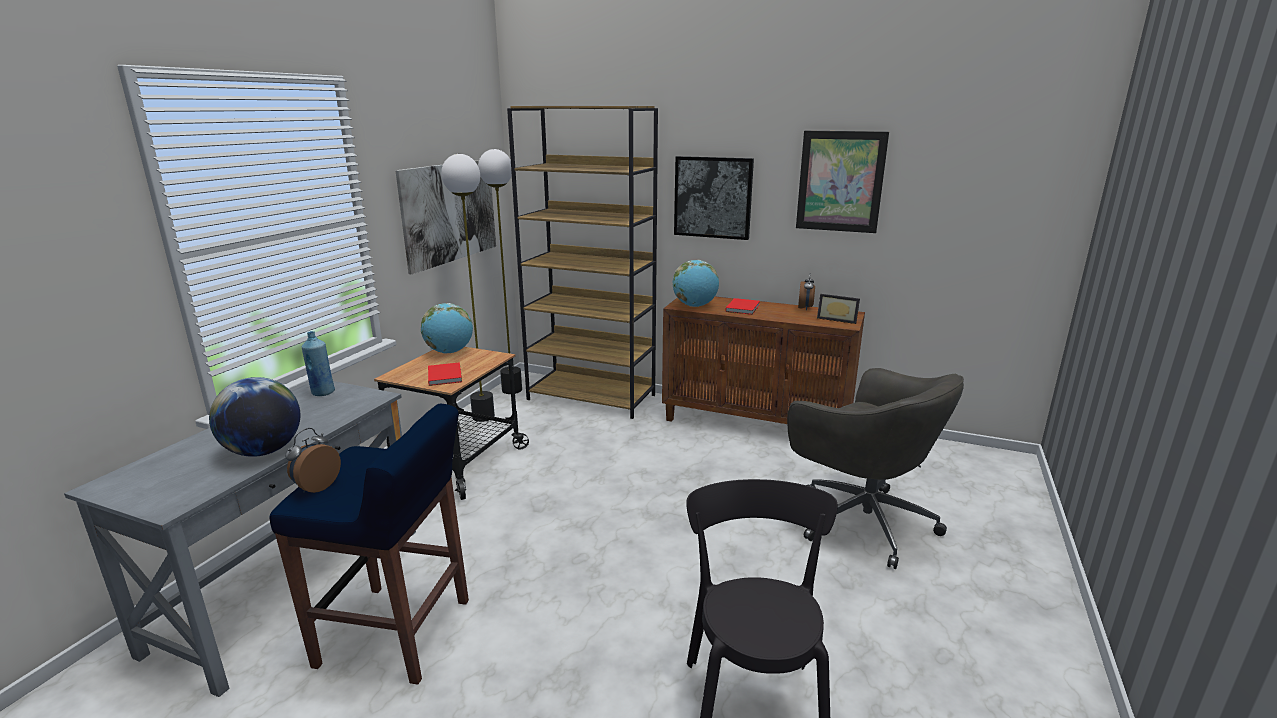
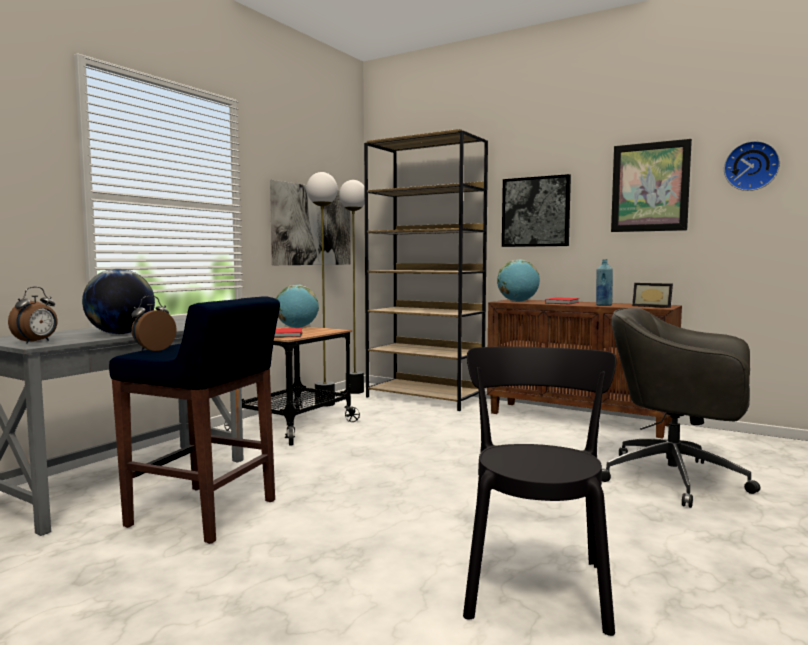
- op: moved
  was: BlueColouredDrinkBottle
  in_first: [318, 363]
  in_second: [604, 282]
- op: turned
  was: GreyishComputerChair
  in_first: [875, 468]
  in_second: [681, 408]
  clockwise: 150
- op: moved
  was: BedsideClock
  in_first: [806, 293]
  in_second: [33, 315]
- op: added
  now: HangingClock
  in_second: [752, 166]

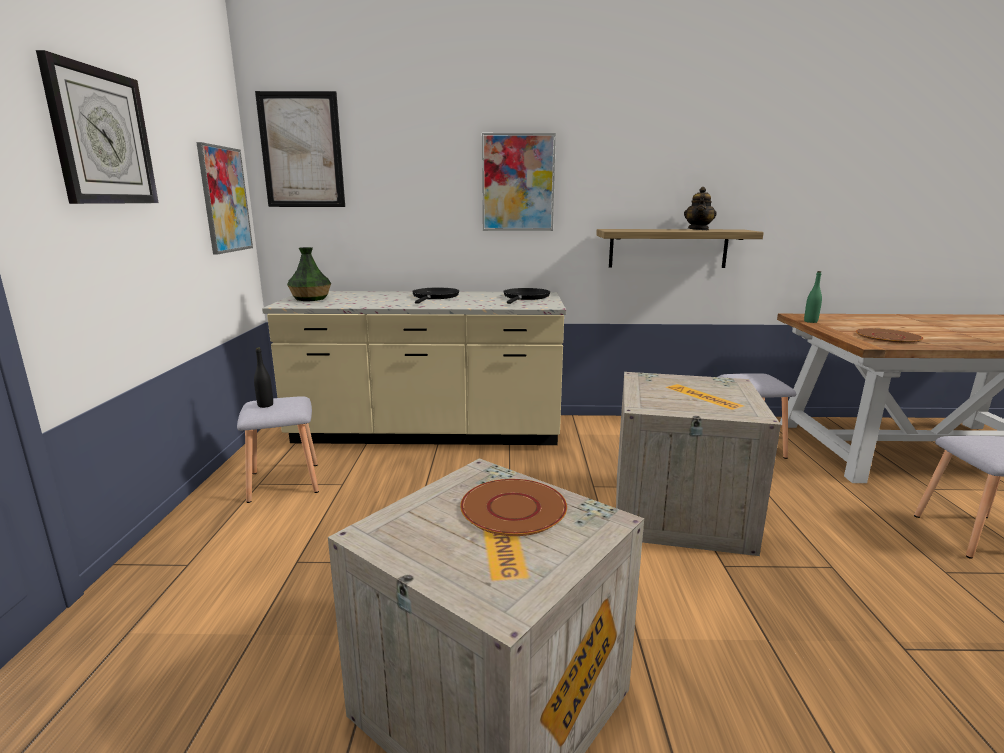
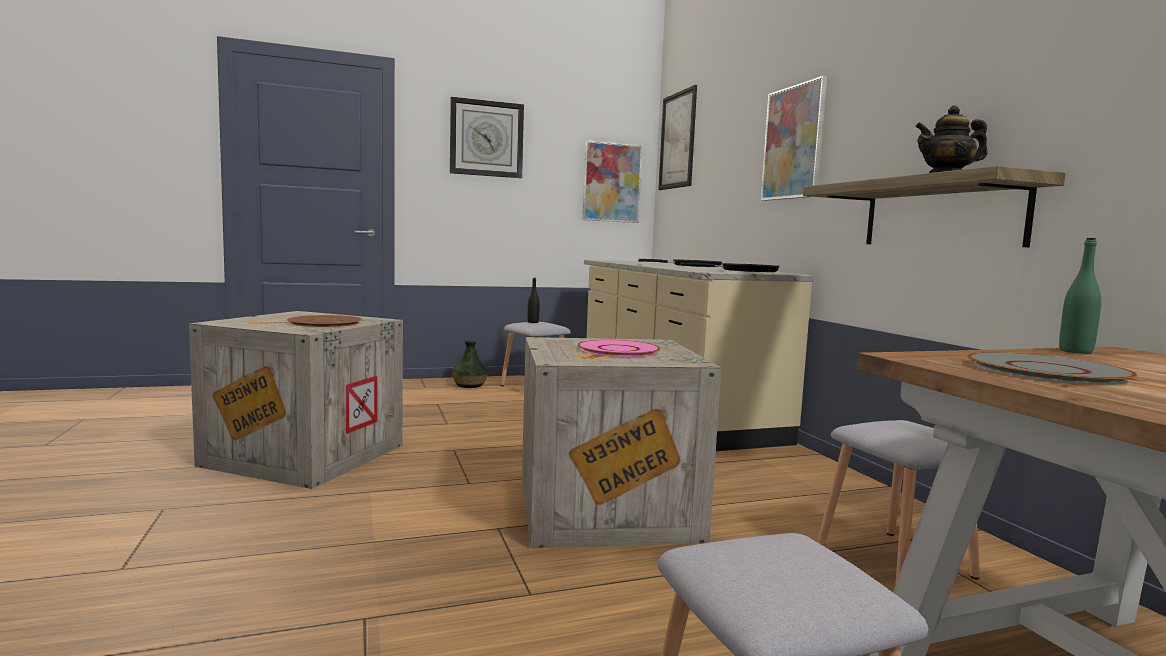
- op: moved
  was: Vase
  in_first: [309, 274]
  in_second: [470, 364]
- op: recoloured
  was: BrownFlatDish
  now: GreyishFlatDish
  in_first: [889, 335]
  in_second: [1052, 368]
- op: added
  now: PinkFlatDish
  in_second: [618, 348]

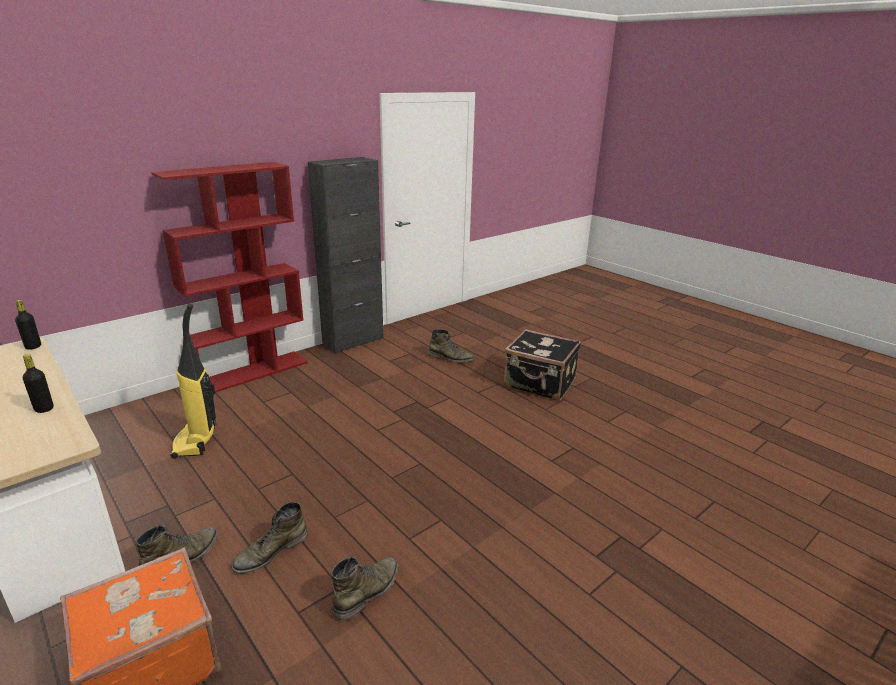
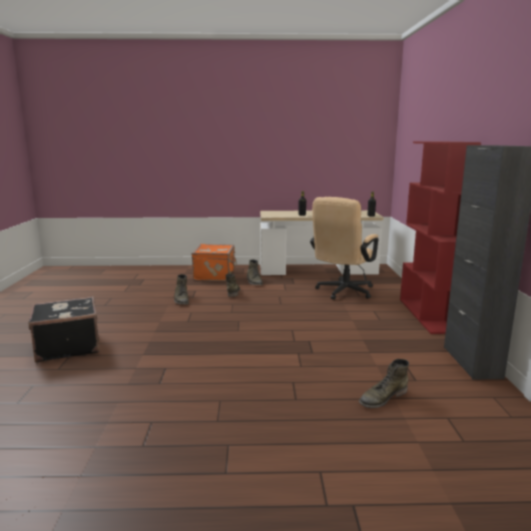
- op: replaced
  was: Vacuum
  now: BeigeColouredComputerChair
  in_first: [193, 381]
  in_second: [344, 248]
- op: moved
  was: BlackColouredPieceOfLuggage
  in_first: [542, 364]
  in_second: [64, 329]

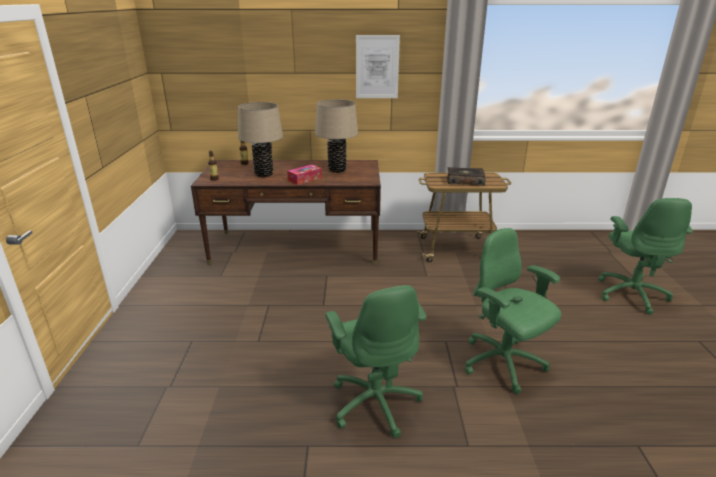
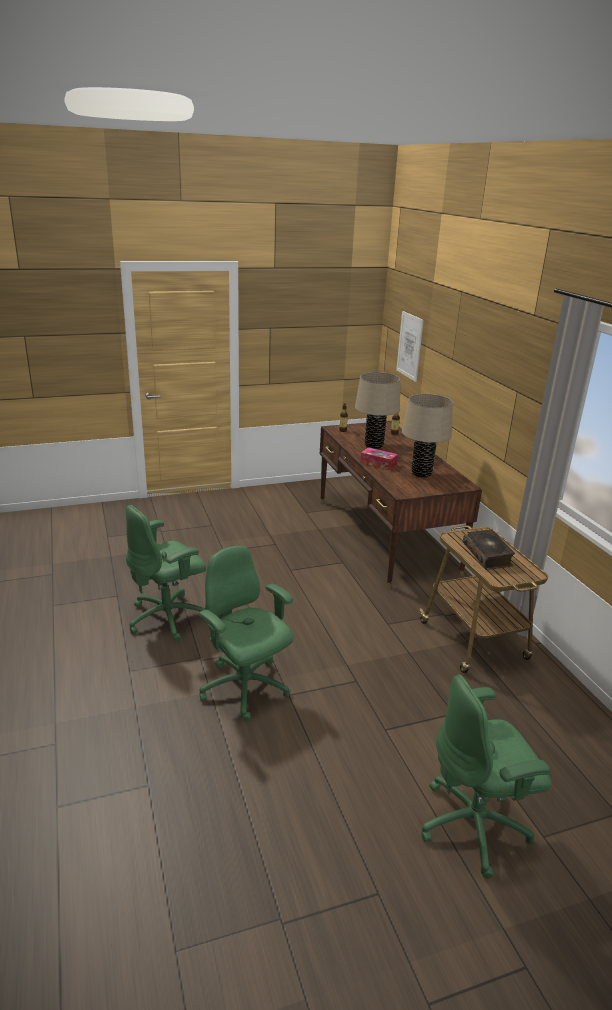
- op: moved
  was: Picture
  in_first: [378, 66]
  in_second: [410, 346]
- op: turned
  was: GreenColouredComputerChair
  in_first: [513, 311]
  in_second: [246, 633]
  clockwise: -75

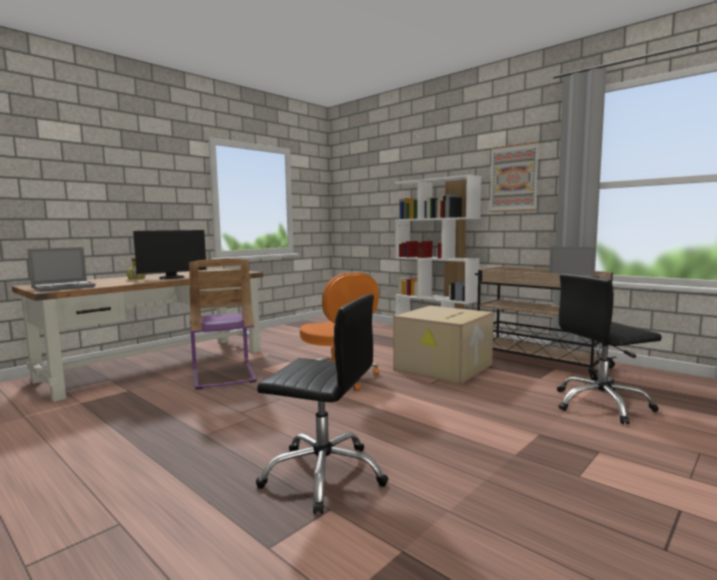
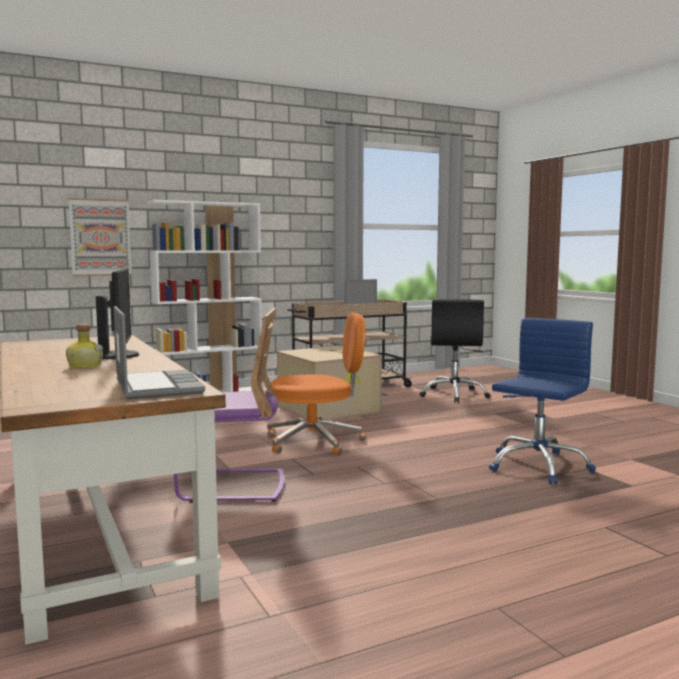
- op: recoloured
  was: BlackColouredComputerChair
  now: BlueColouredComputerChair
  in_first: [322, 404]
  in_second: [542, 401]
- op: moved
  was: Picture
  in_first: [514, 177]
  in_second: [100, 237]

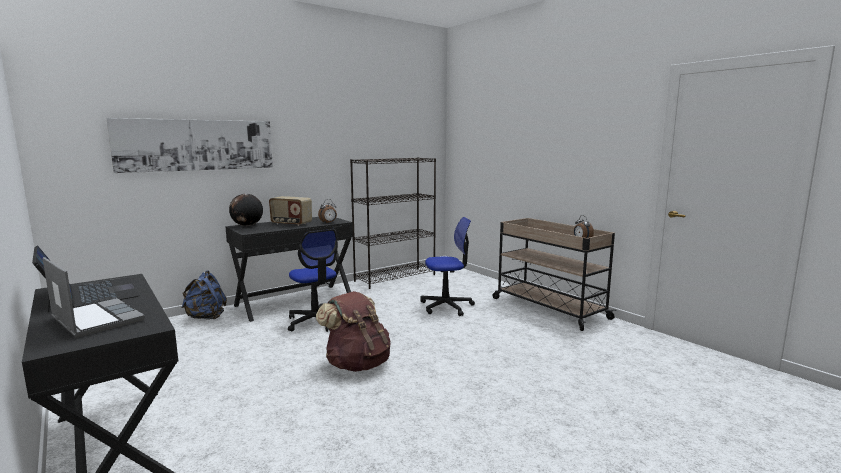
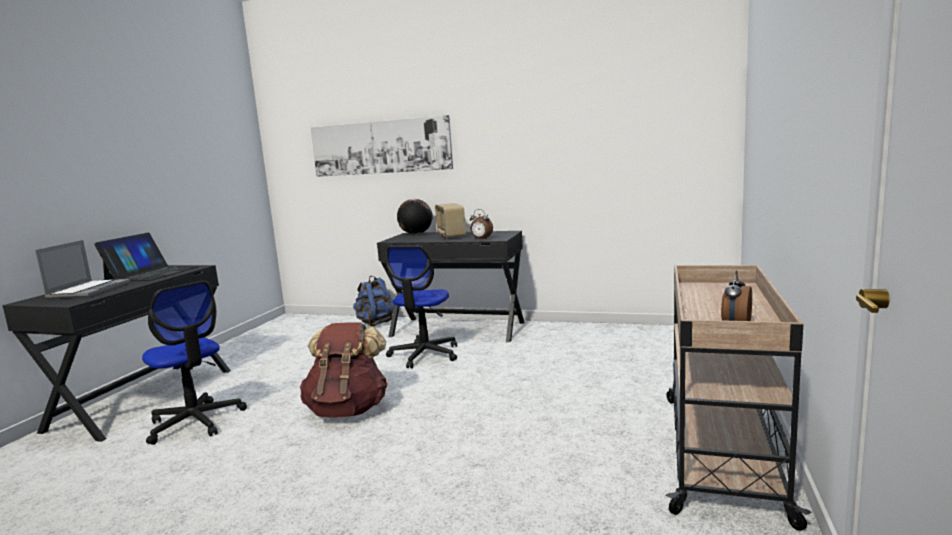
- op: removed
  was: BlackColouredBookcase
  in_first: [393, 223]
- op: moved
  was: ComputerChair
  in_first: [447, 266]
  in_second: [194, 363]

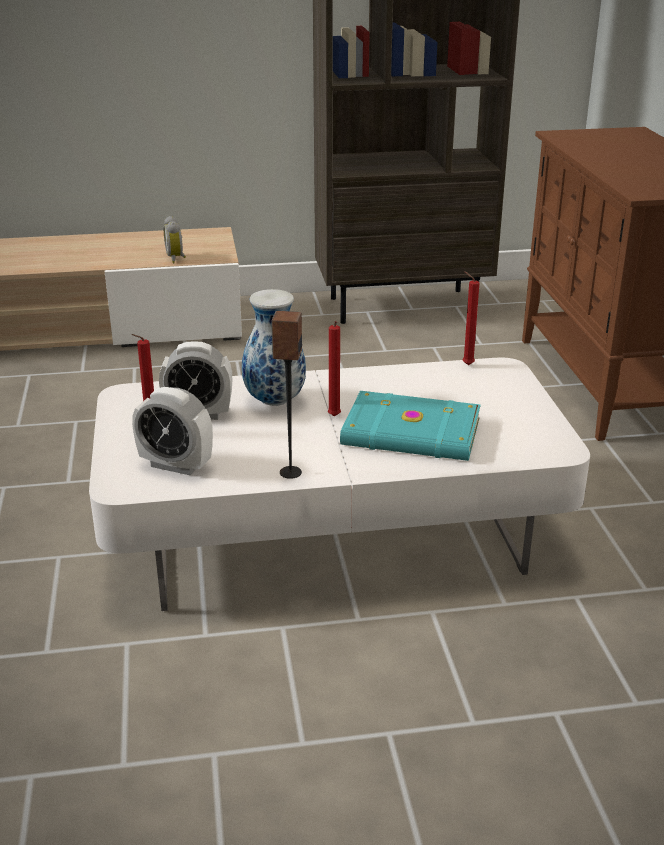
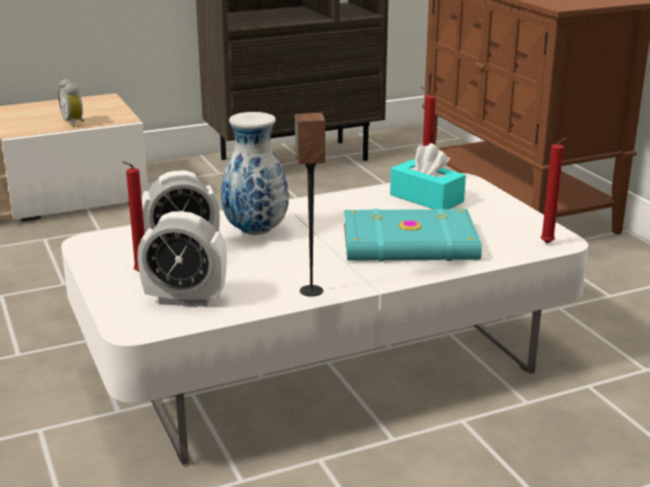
- op: moved
  was: RedColouredWaxLight
  in_first: [334, 368]
  in_second: [553, 191]
- op: added
  now: BlueGreenTissueBox
  in_second: [428, 176]

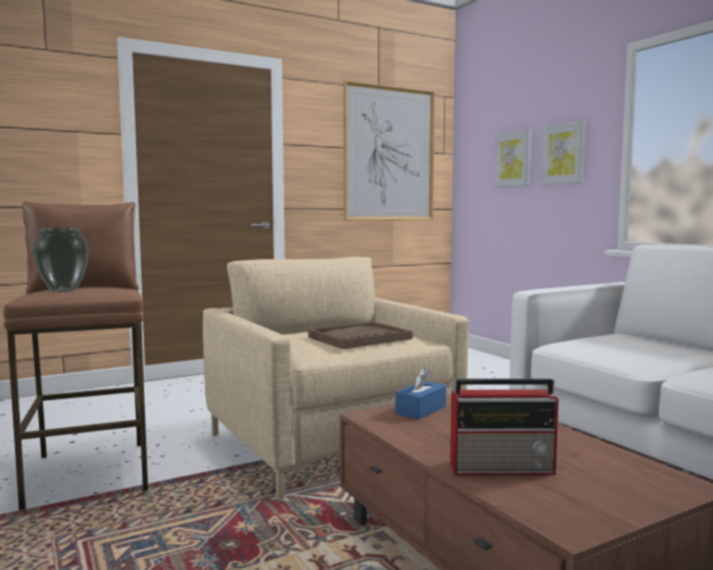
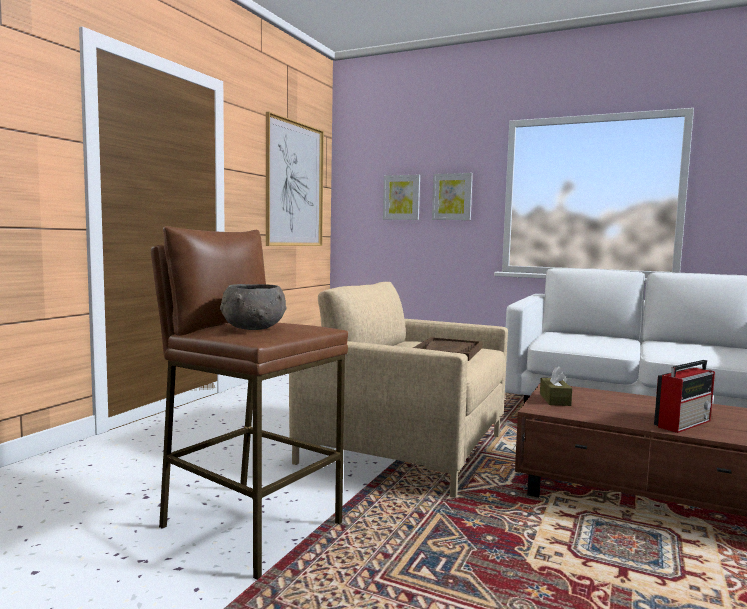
- op: replaced
  was: Vase
  now: GreyishBowl
  in_first: [61, 259]
  in_second: [253, 307]
- op: recoloured
  was: BlueColouredTissueBox
  now: BrownTissueBox
  in_first: [420, 393]
  in_second: [556, 386]

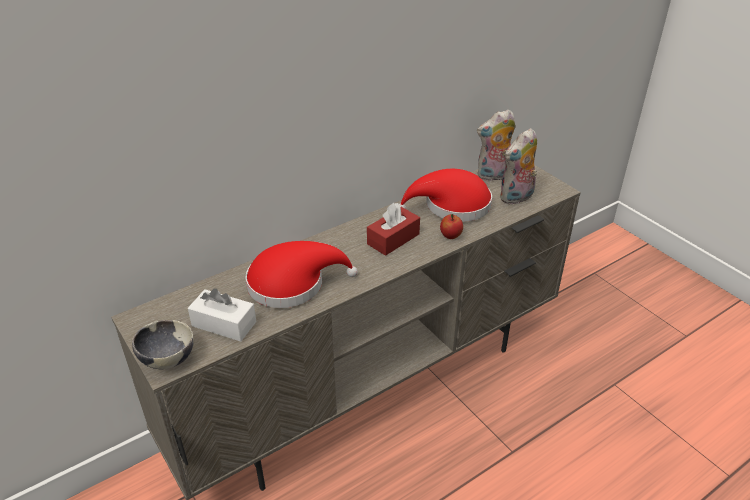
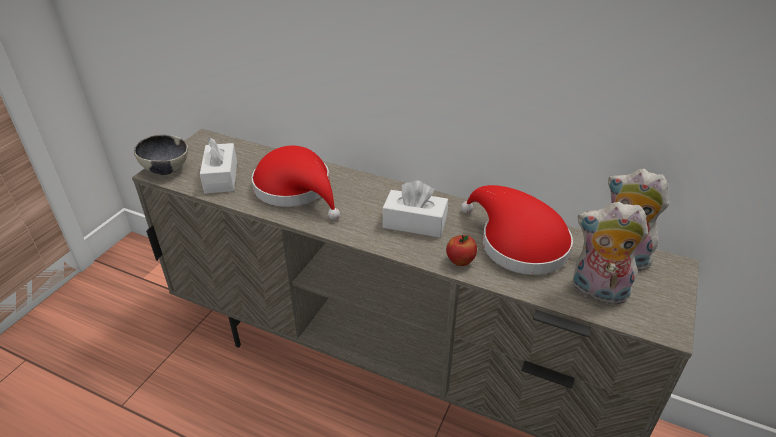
- op: recoloured
  was: RedColouredTissueBox
  now: WhitishTissueBox
  in_first: [393, 229]
  in_second: [415, 208]

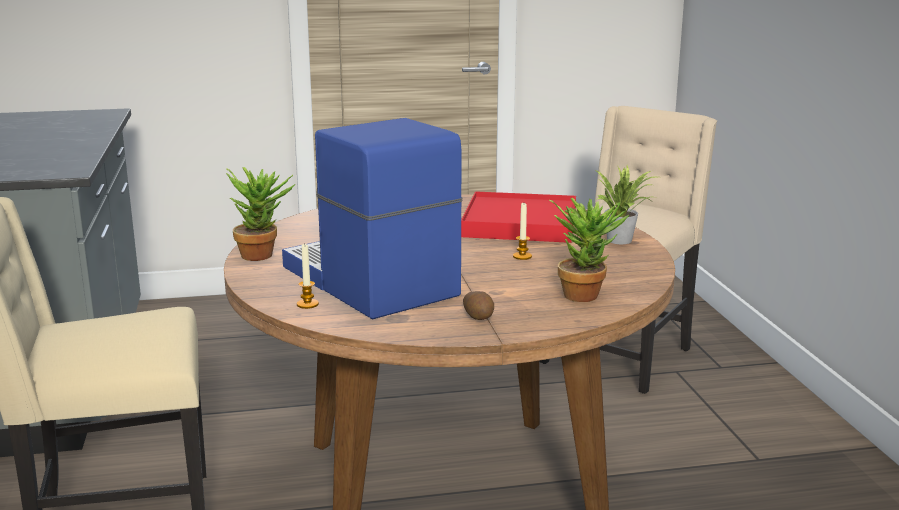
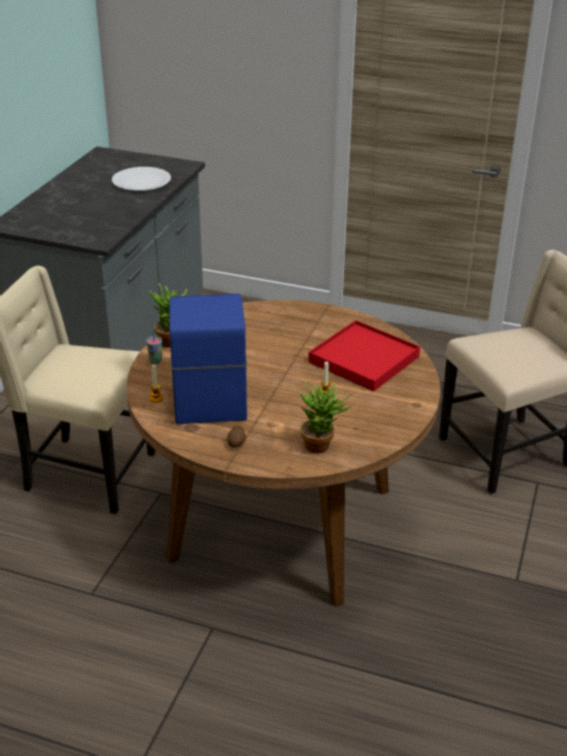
- op: removed
  was: Houseplant
  in_first: [625, 205]
- op: added
  now: WhitishFlatDish
  in_second: [141, 179]
- op: added
  now: DrinkingCup
  in_second: [154, 346]

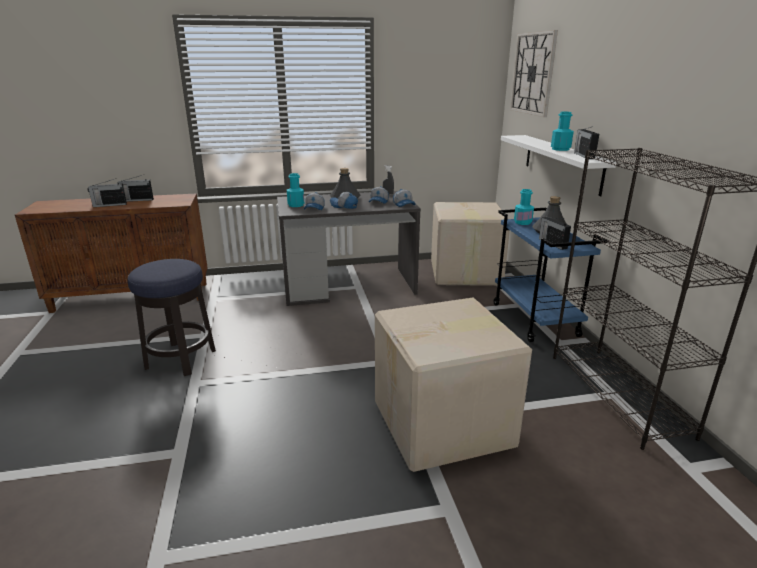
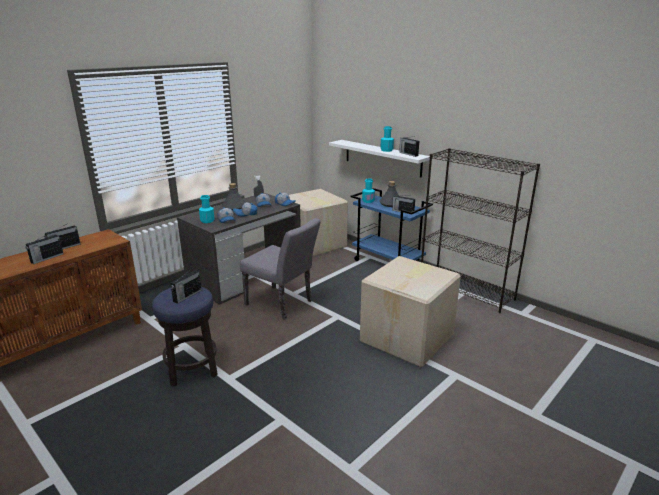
- op: removed
  was: HangingClock
  in_first: [534, 73]
- op: added
  now: RadioSet
  in_second: [186, 286]
- op: added
  now: GreyishUprightChair
  in_second: [280, 269]

